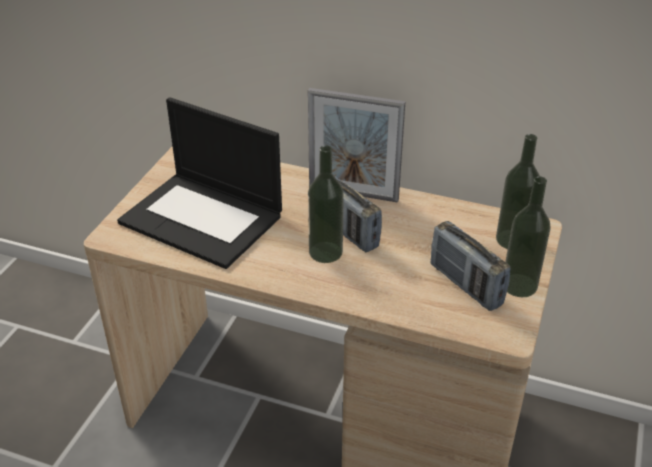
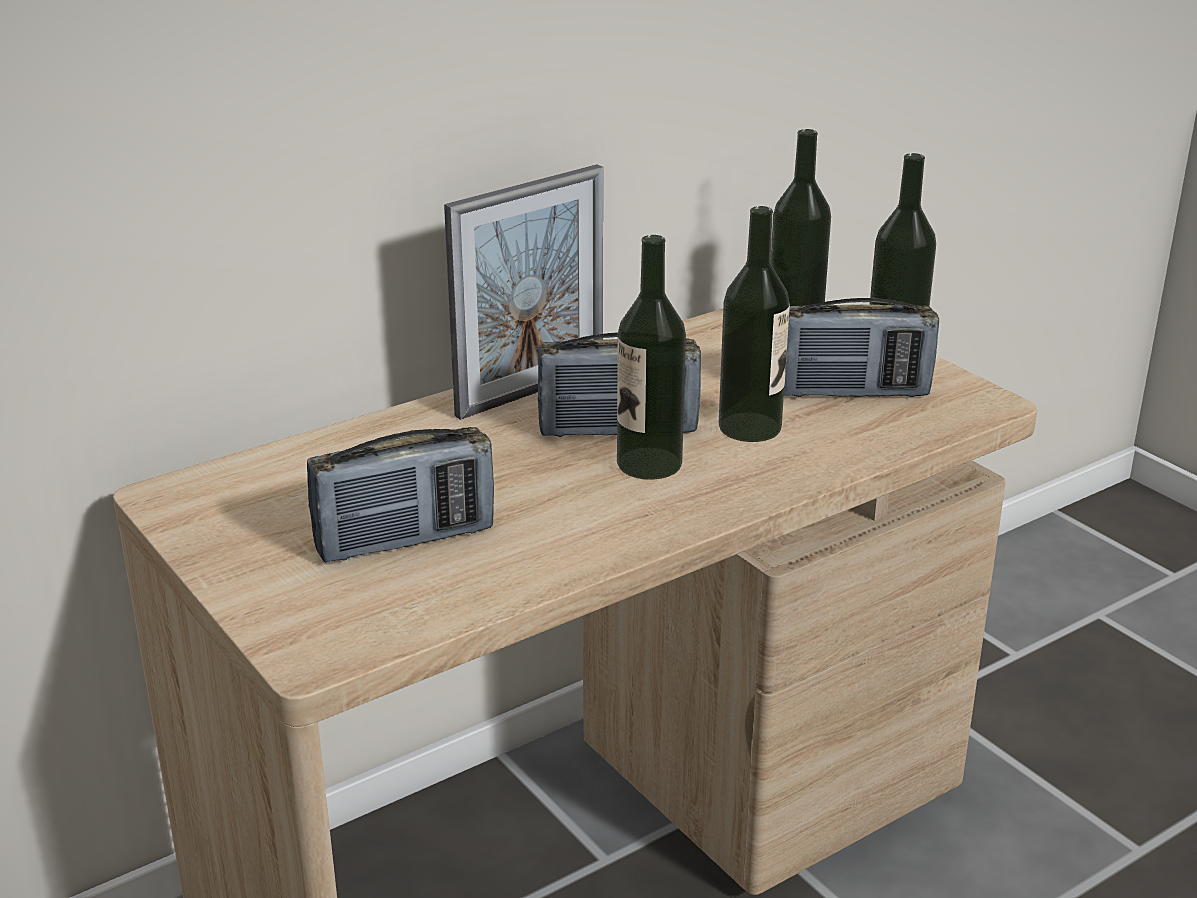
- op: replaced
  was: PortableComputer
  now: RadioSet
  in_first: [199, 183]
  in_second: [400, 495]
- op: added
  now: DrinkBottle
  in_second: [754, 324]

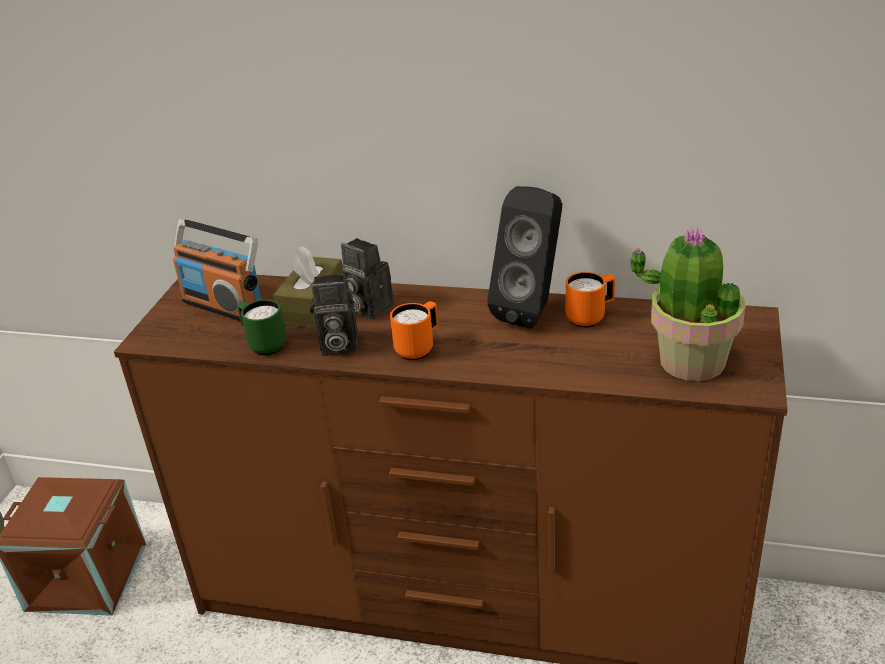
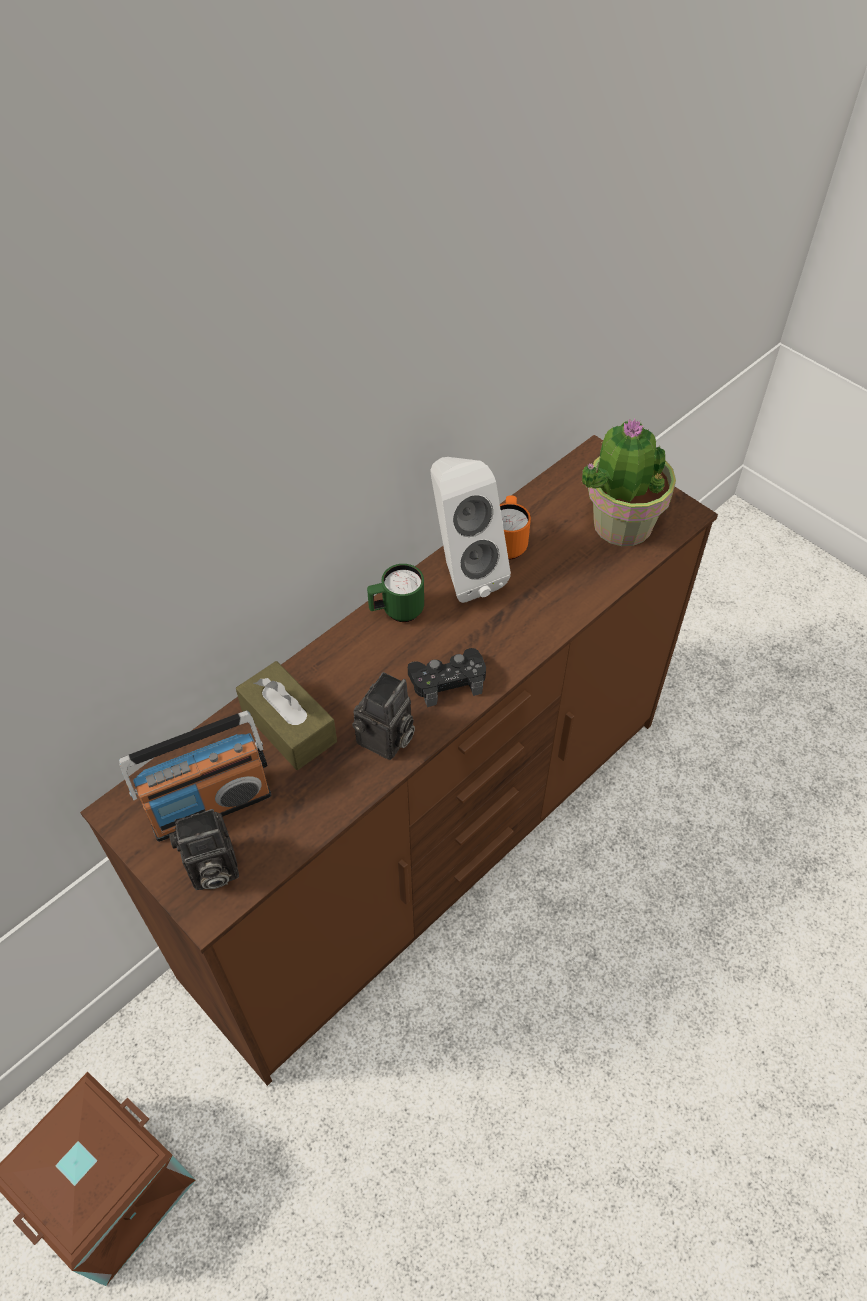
- op: moved
  was: GreenColouredCoffeeMug
  in_first: [261, 327]
  in_second: [395, 593]
- op: moved
  was: StillCamera
  in_first: [367, 279]
  in_second: [204, 849]
- op: replaced
  was: OrangeyCoffeeMug
  now: BlackColouredGamepad
  in_first: [414, 331]
  in_second: [447, 677]
- op: recoloured
  was: BlackColouredLoudspeaker
  now: WhitishLoudspeaker
  in_first: [524, 257]
  in_second: [470, 530]

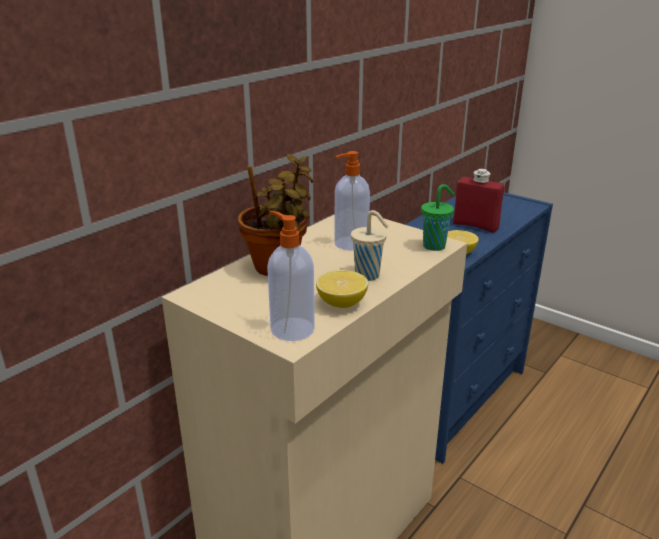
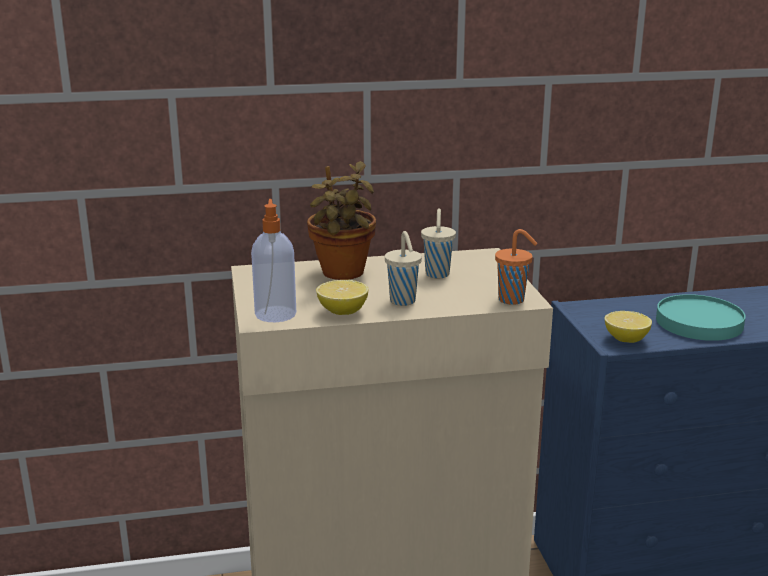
- op: replaced
  was: SoapDispenser
  now: BeigeColouredDrinkingCup
  in_first: [352, 201]
  in_second: [438, 243]
- op: recoloured
  was: GreenColouredDrinkingCup
  now: OrangeyDrinkingCup
  in_first: [437, 217]
  in_second: [516, 267]
- op: replaced
  was: RedColouredDrinkBottle
  now: BlueGreenFlatDish
  in_first: [479, 201]
  in_second: [701, 317]

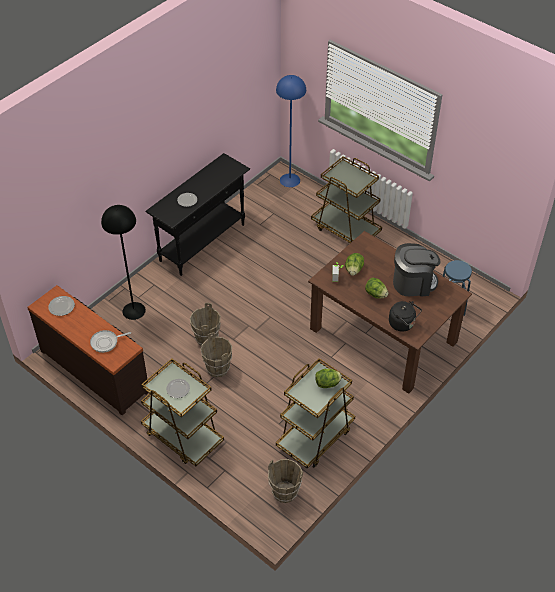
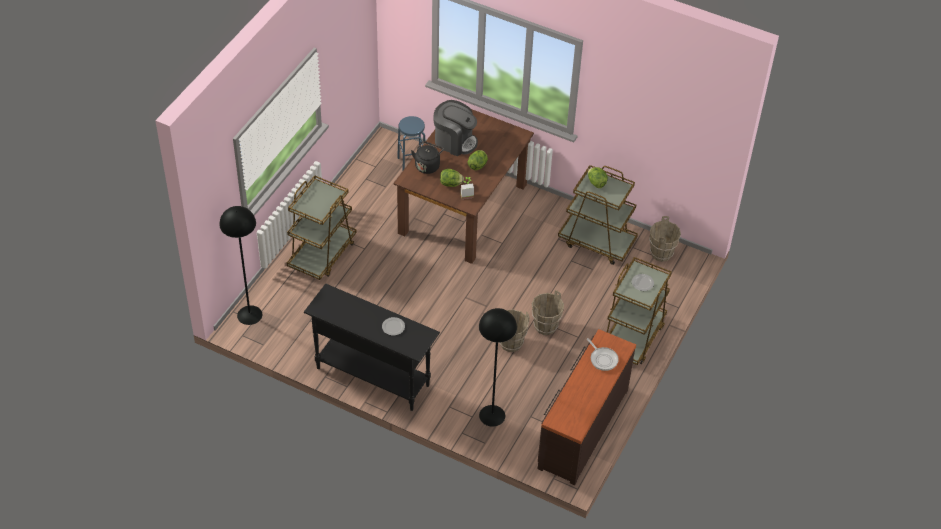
- op: removed
  was: FlatDish
  in_first: [61, 306]
- op: recoloured
  was: BlueColouredStandardLamp
  now: BlackColouredStandardLamp
  in_first: [291, 131]
  in_second: [241, 265]
- op: moved
  was: BlackColouredTeaKettle
  in_first: [405, 316]
  in_second: [427, 157]
- op: turned
  was: CoffeeMaker
  in_first: [417, 270]
  in_second: [456, 128]
  clockwise: 135

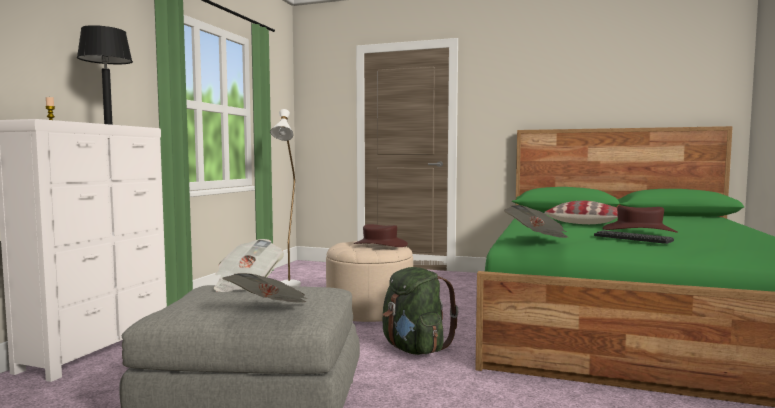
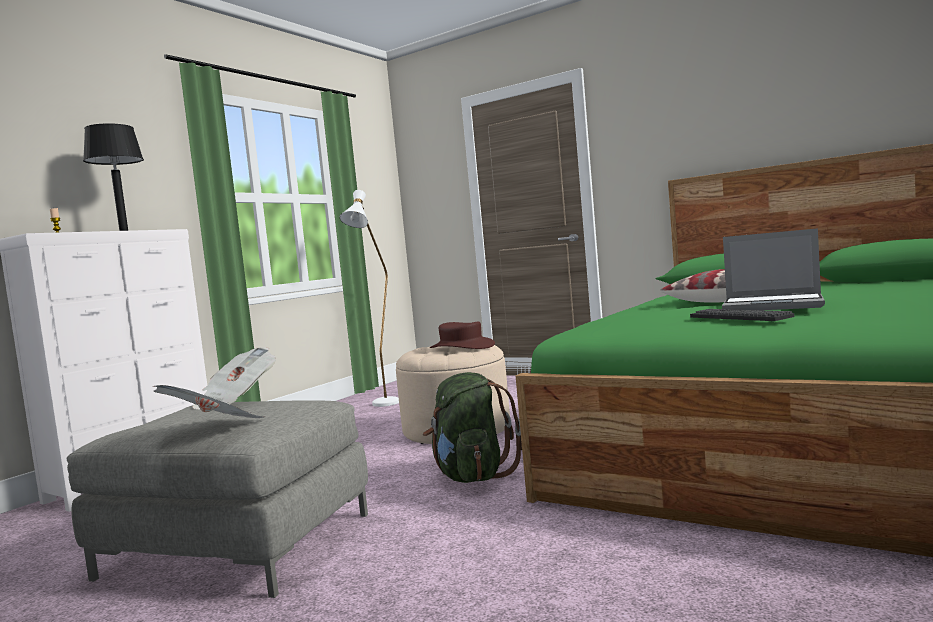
- op: removed
  was: PrintedPaper
  in_first: [536, 221]
- op: replaced
  was: BrownHat
  now: PortableComputer
  in_first: [640, 219]
  in_second: [773, 269]

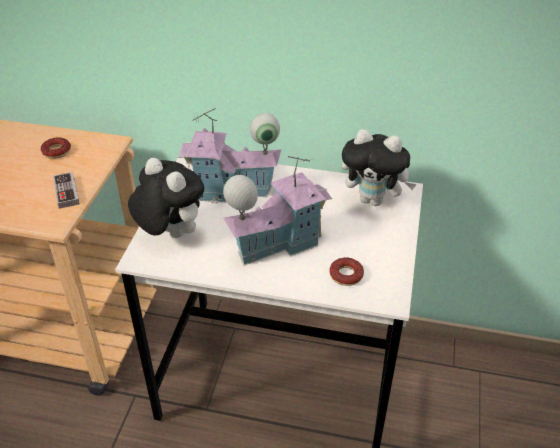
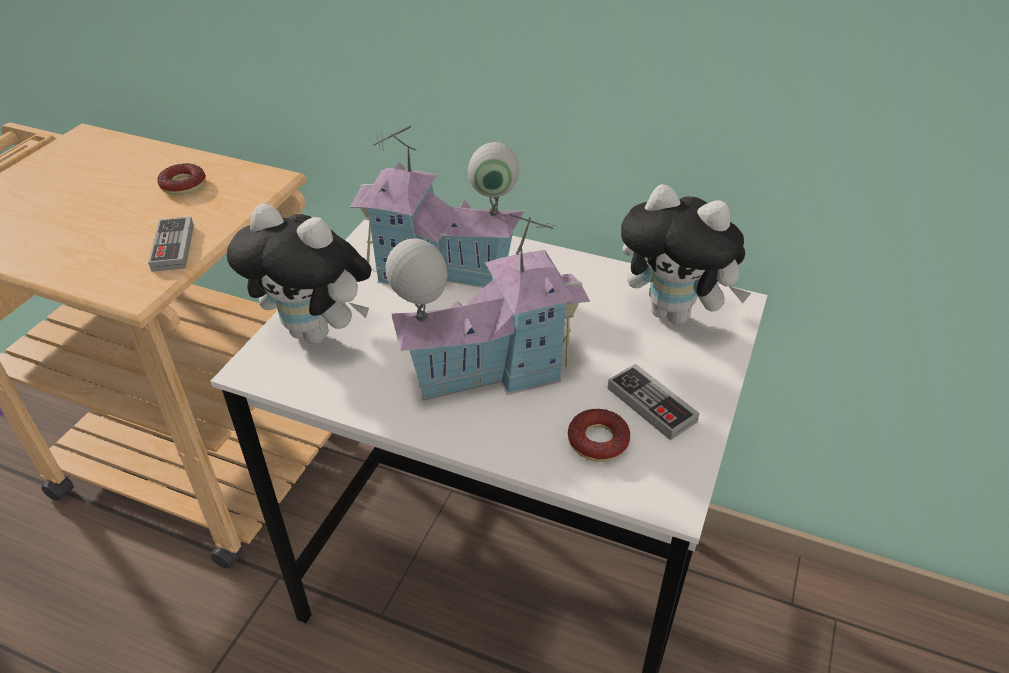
- op: turned
  was: CuddlyToy
  in_first: [166, 198]
  in_second: [299, 274]
  clockwise: 150
- op: added
  now: Gamepad
  in_second: [653, 402]

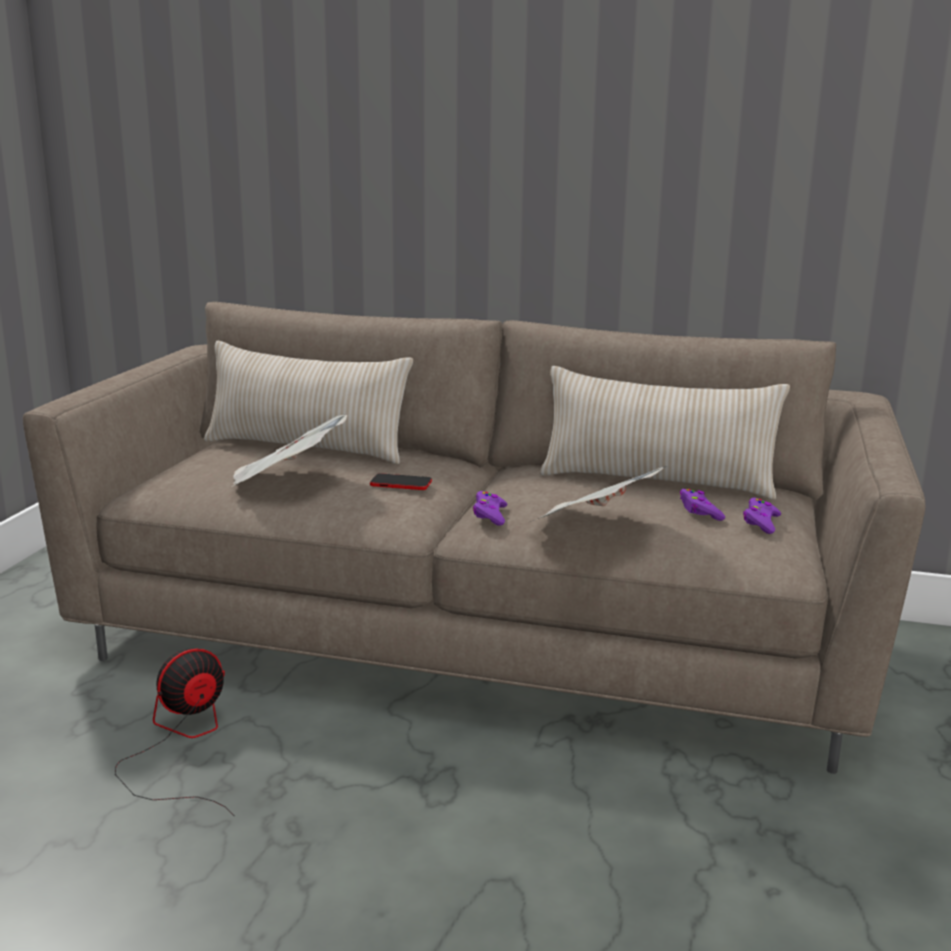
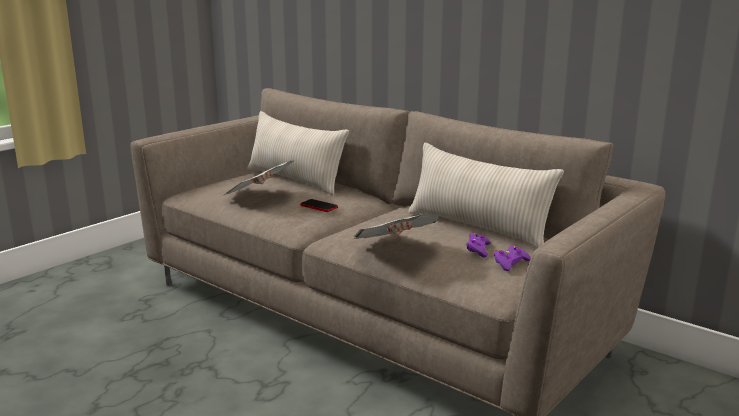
- op: removed
  was: ElectricFan
  in_first: [175, 732]
- op: removed
  was: PurpleColouredGamepad
  in_first: [490, 508]

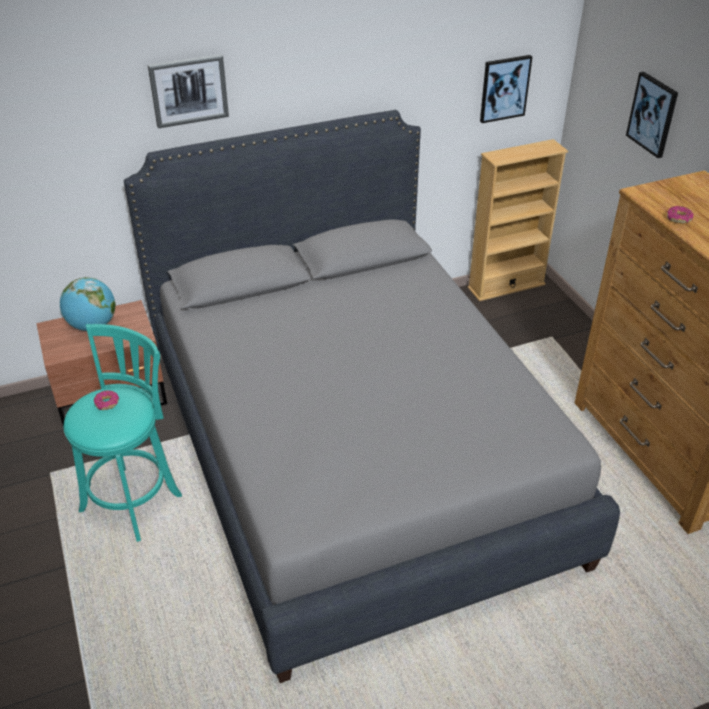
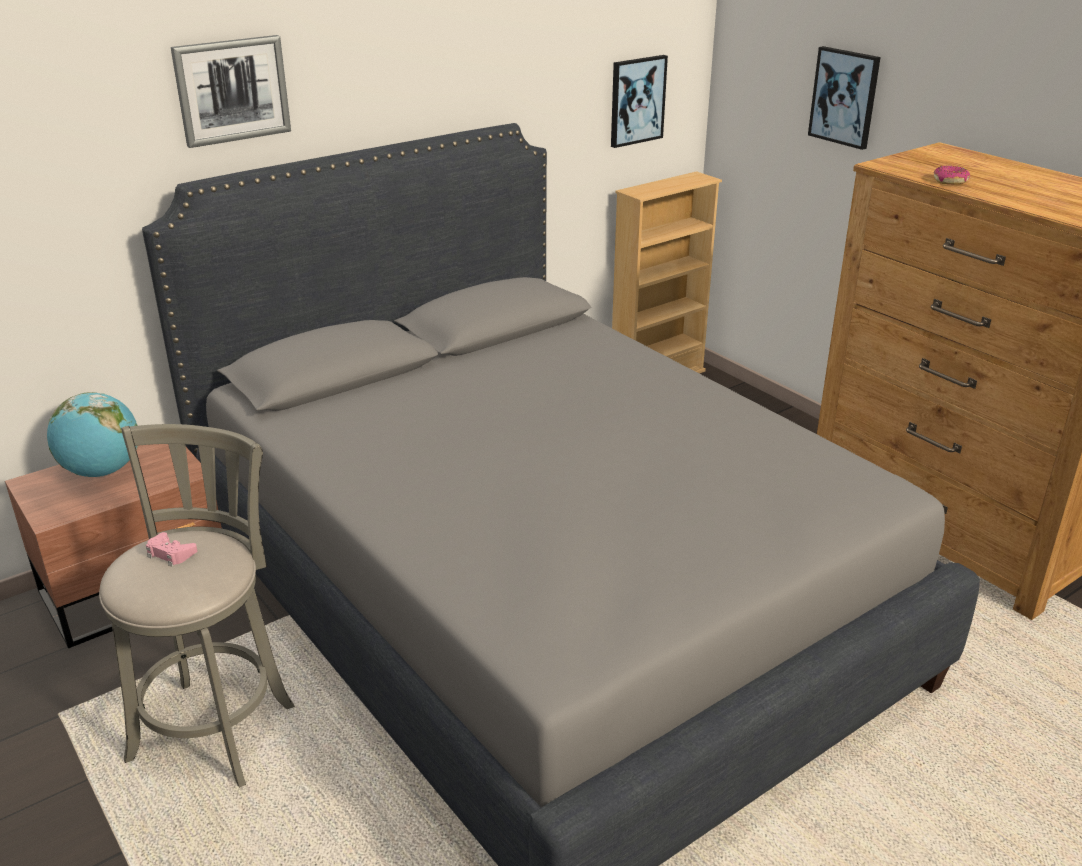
- op: recoloured
  was: BlueGreenSittingStool
  now: GreyishSittingStool
  in_first: [123, 433]
  in_second: [197, 606]
- op: replaced
  was: Doughnut
  now: PinkGamepad
  in_first: [106, 400]
  in_second: [171, 549]

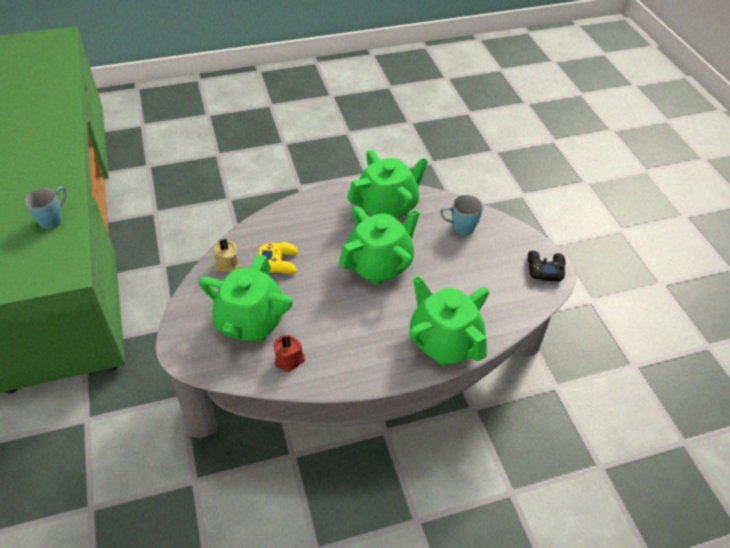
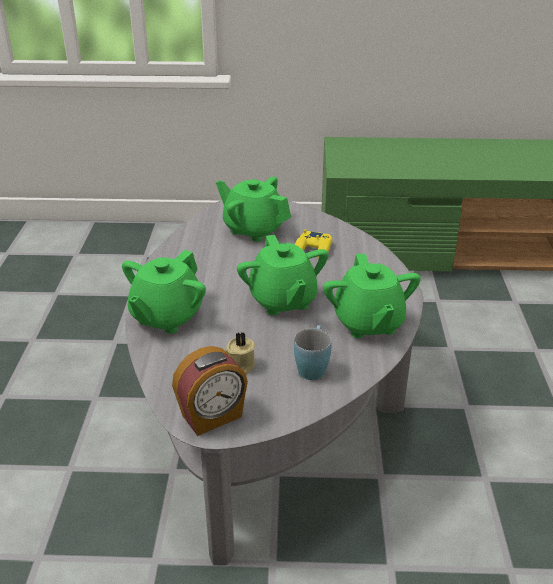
- op: removed
  was: BlueColouredCoffeeMug
  in_first: [46, 208]
- op: moved
  was: BeigeColouredWaxLight
  in_first: [227, 256]
  in_second: [240, 353]
- op: removed
  was: RedColouredWaxLight
  in_first: [289, 353]
- op: turned
  was: GreenColouredTeaPot
  in_first: [449, 321]
  in_second: [164, 292]
  clockwise: 135
- op: replaced
  was: BlackColouredGamepad
  now: BedsideClock
  in_first: [546, 266]
  in_second: [210, 391]

